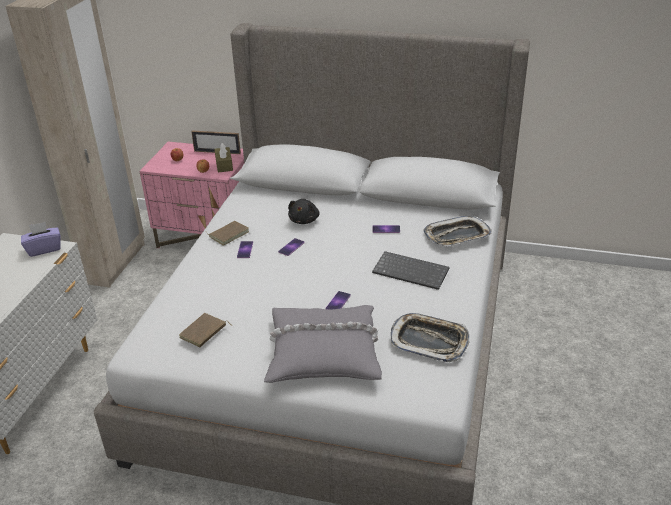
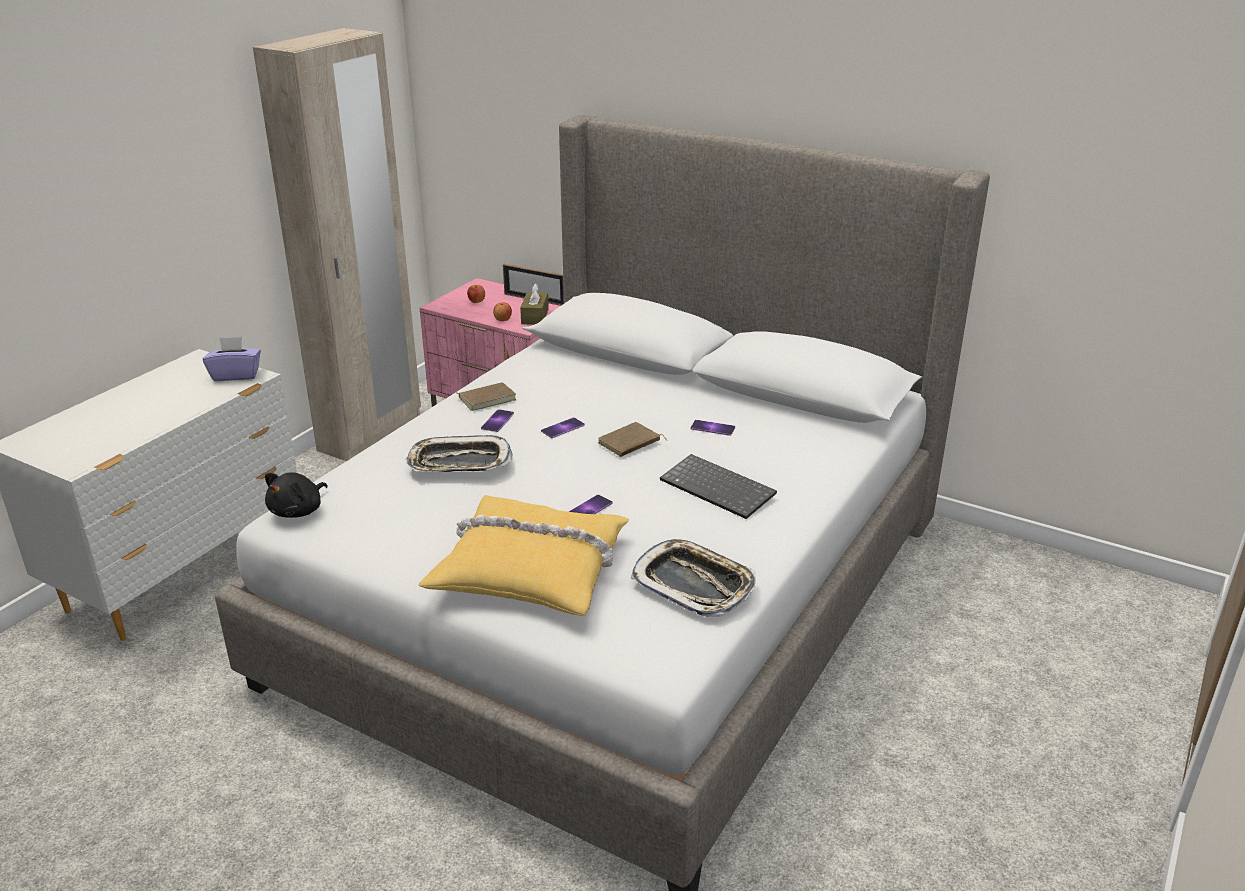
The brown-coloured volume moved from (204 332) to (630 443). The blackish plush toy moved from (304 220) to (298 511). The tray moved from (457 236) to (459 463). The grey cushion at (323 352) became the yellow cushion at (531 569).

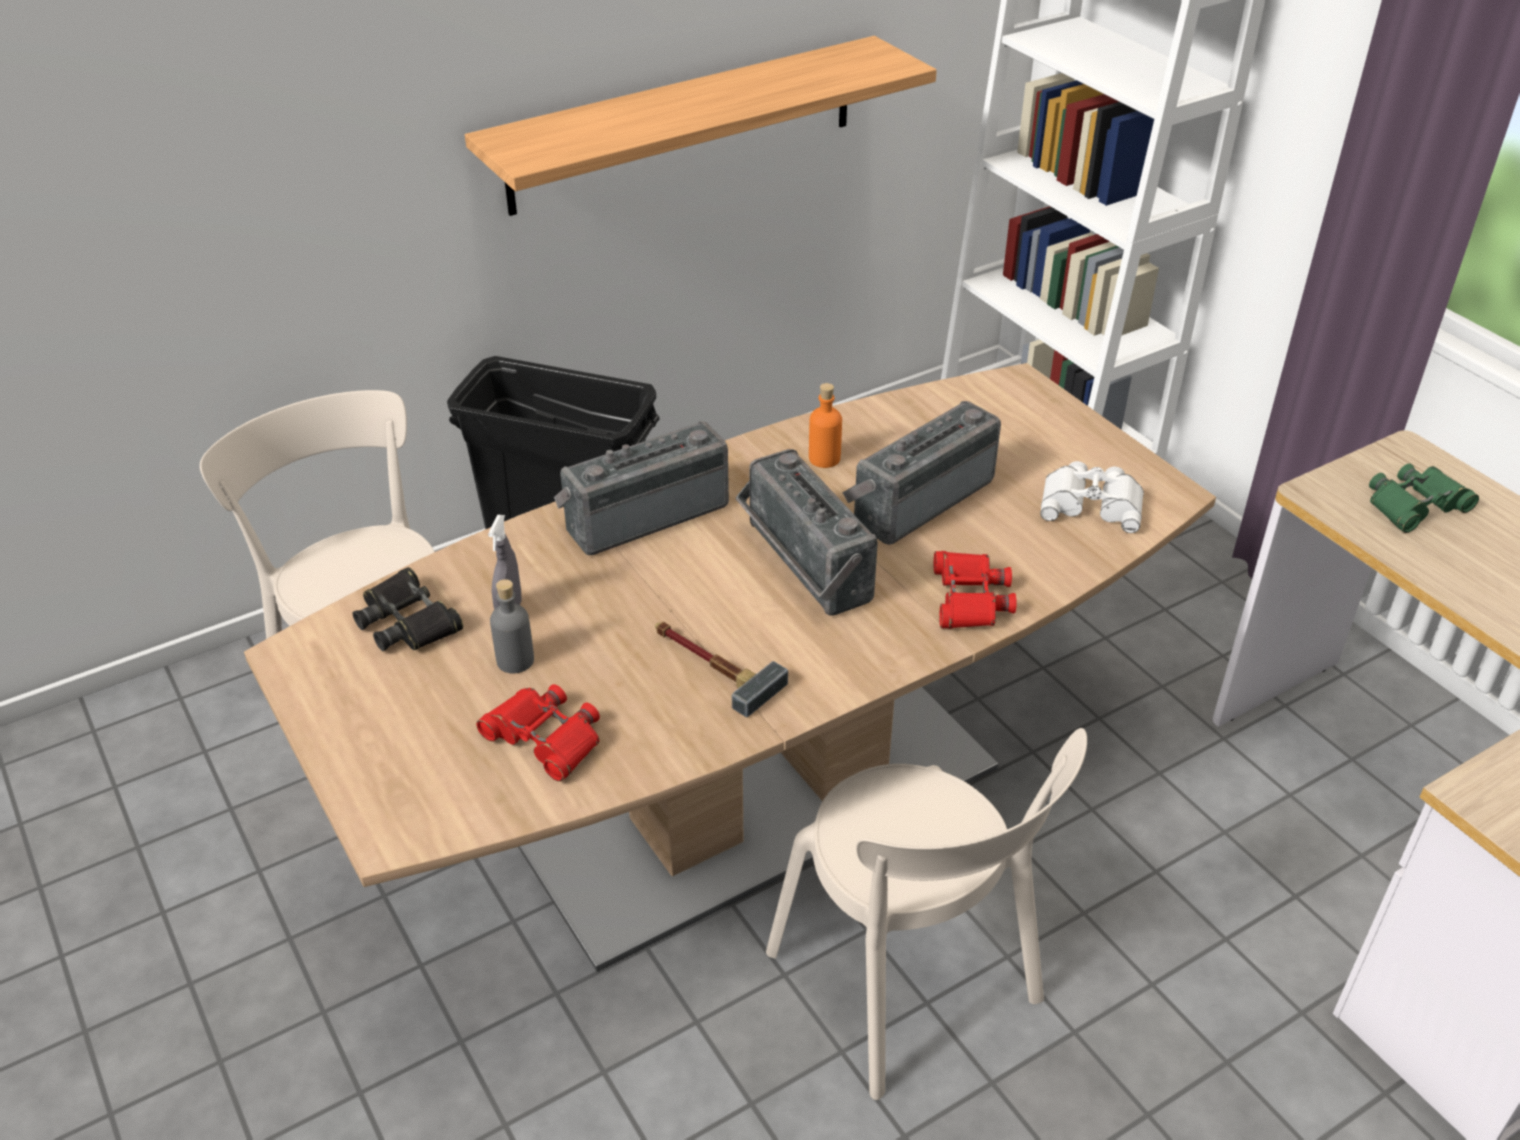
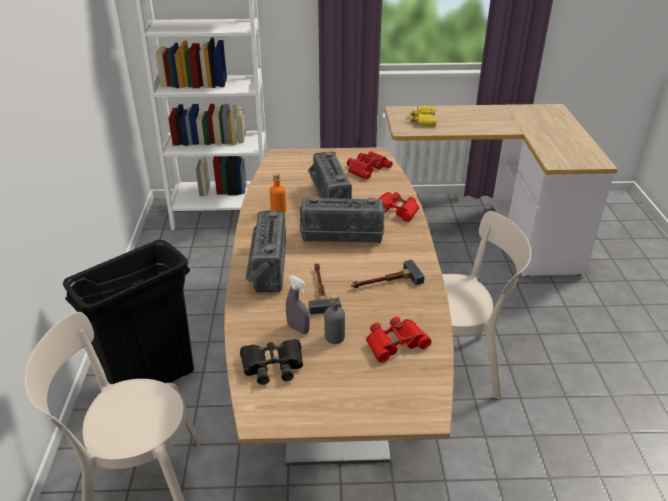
The wall shelf at (684 125) disappeared. The tool hammer at (320 289) appeared. The white-coloured field glasses at (1092 503) became the reddish field glasses at (366 168). The green-coloured field glasses at (1415 505) became the yellow field glasses at (423 120).

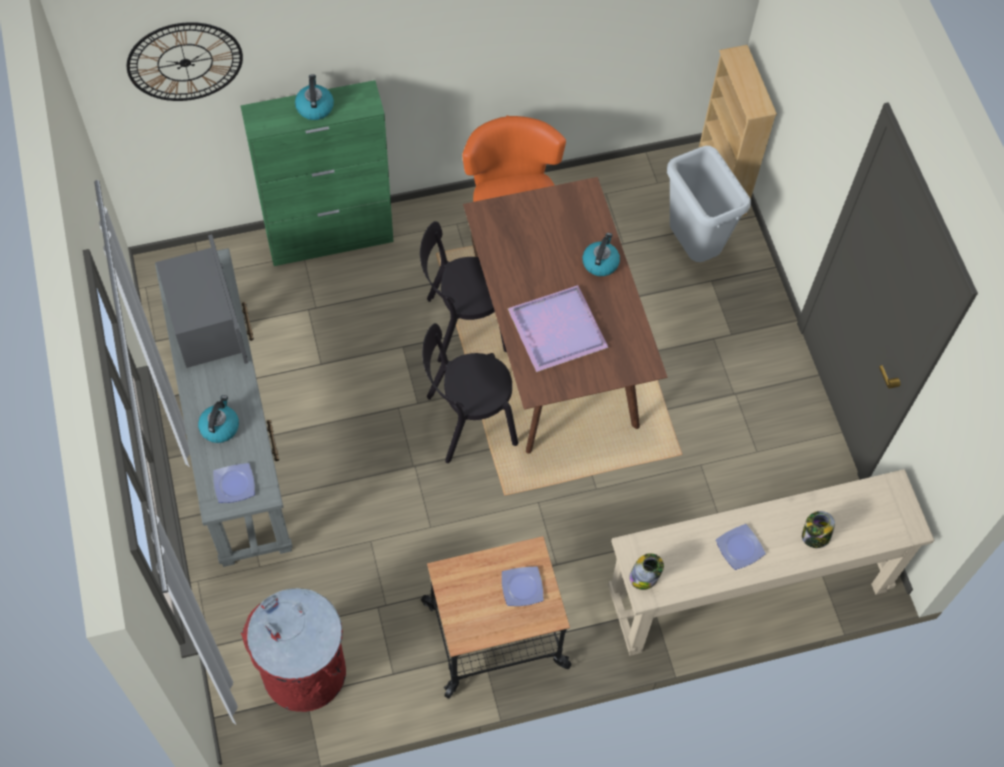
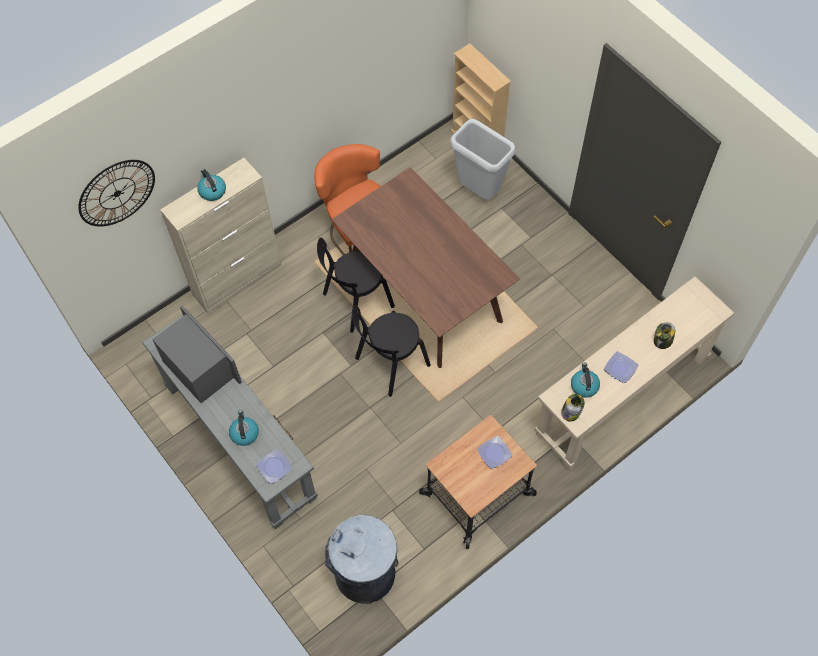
The purple tray at (555 329) disappeared. The tea kettle moved from (600 262) to (584 385). The green-coloured cabinet at (330 238) became the sand-coloured cabinet at (237 279). The reddish waste bin at (304 672) became the grey waste bin at (365 574).

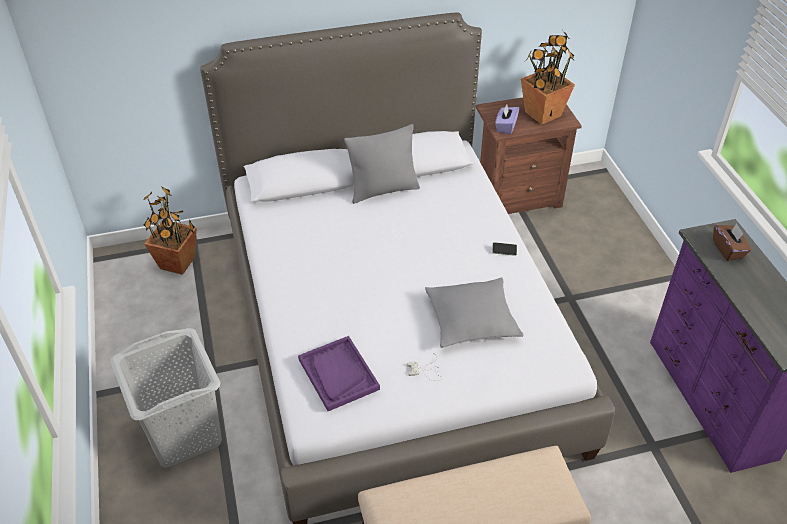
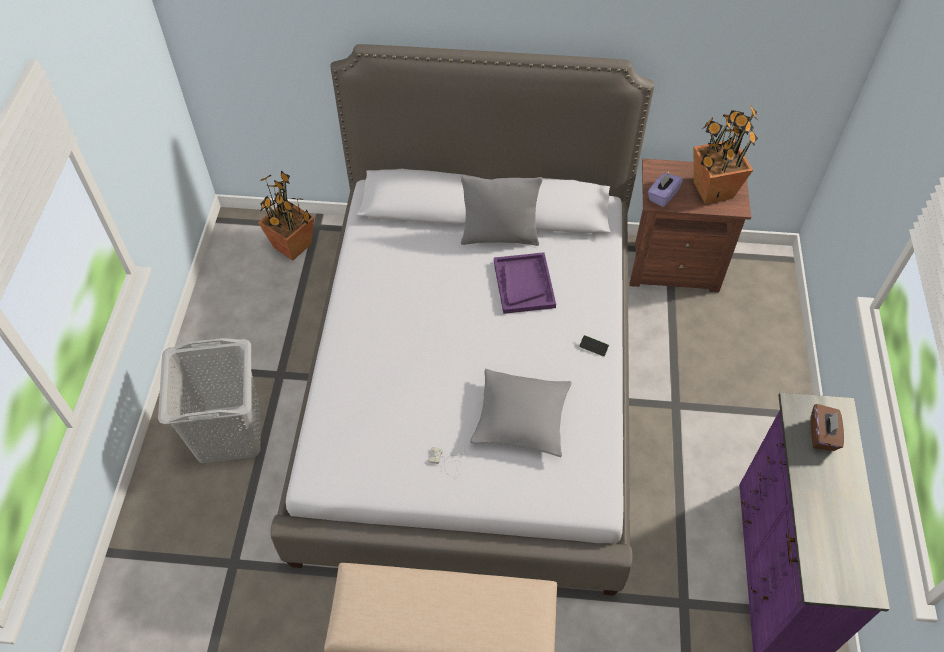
The purple tray moved from (338 374) to (523 284).

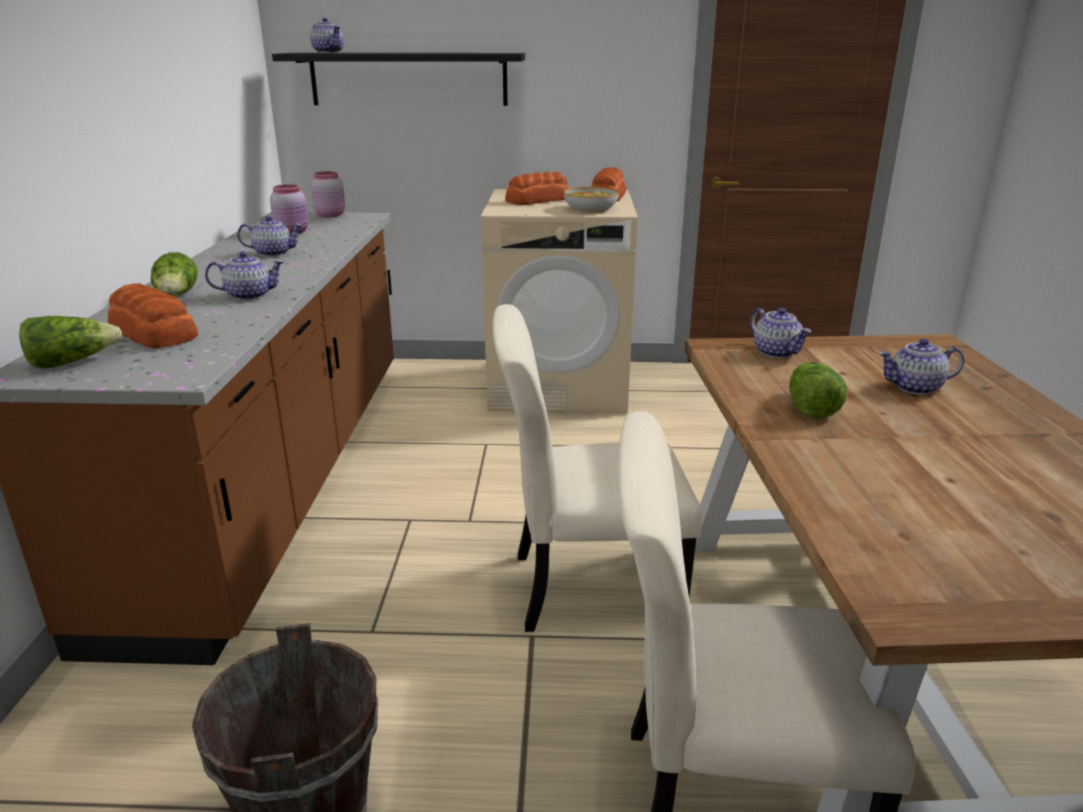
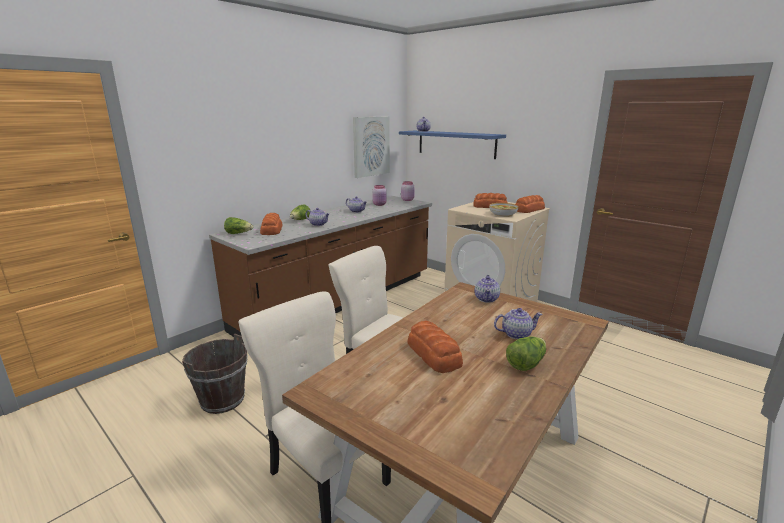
The picture at (371 146) appeared. The bakery bread at (434 354) appeared. The head of lettuce moved from (810 407) to (526 363). The blackish wall shelf at (409 79) became the bluish wall shelf at (456 144). The tea pot at (915 388) turned 135 degrees clockwise.

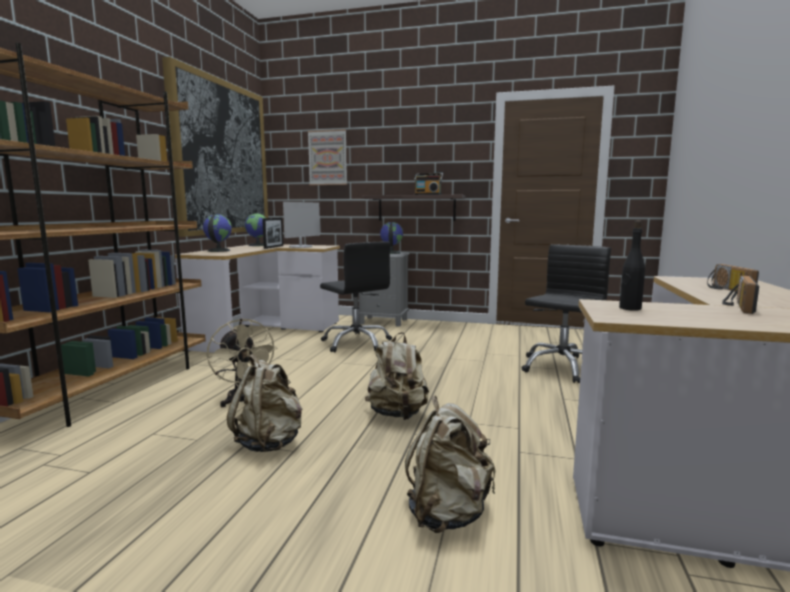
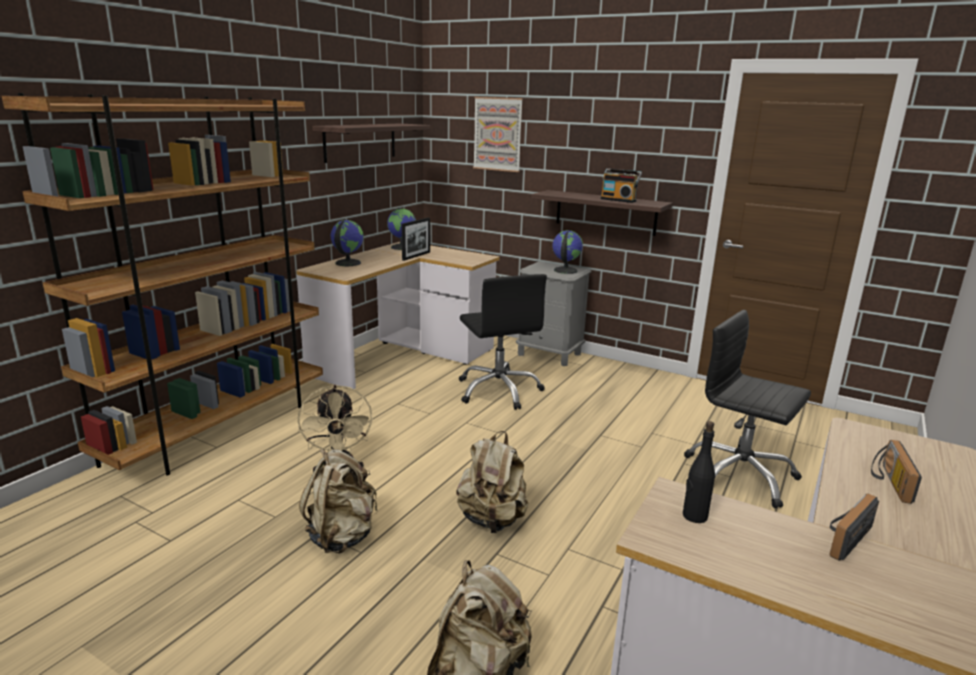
The computer screen at (301 246) disappeared. The picture at (221 158) was replaced by the wall shelf at (360 142). The blackish computer chair at (561 367) turned 105 degrees counterclockwise.

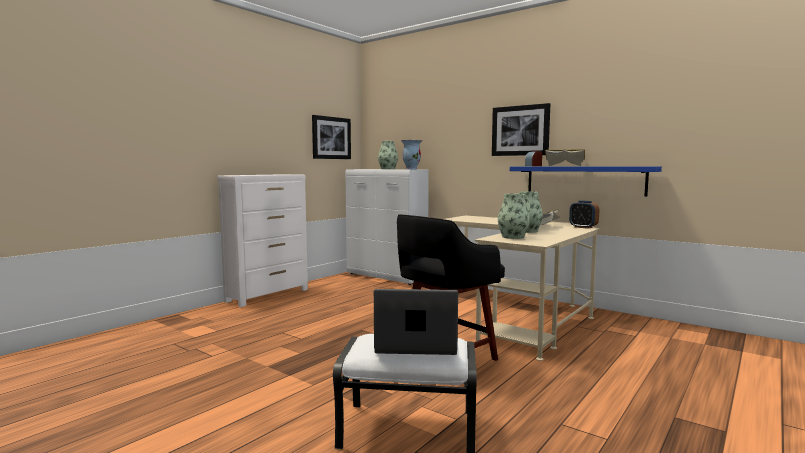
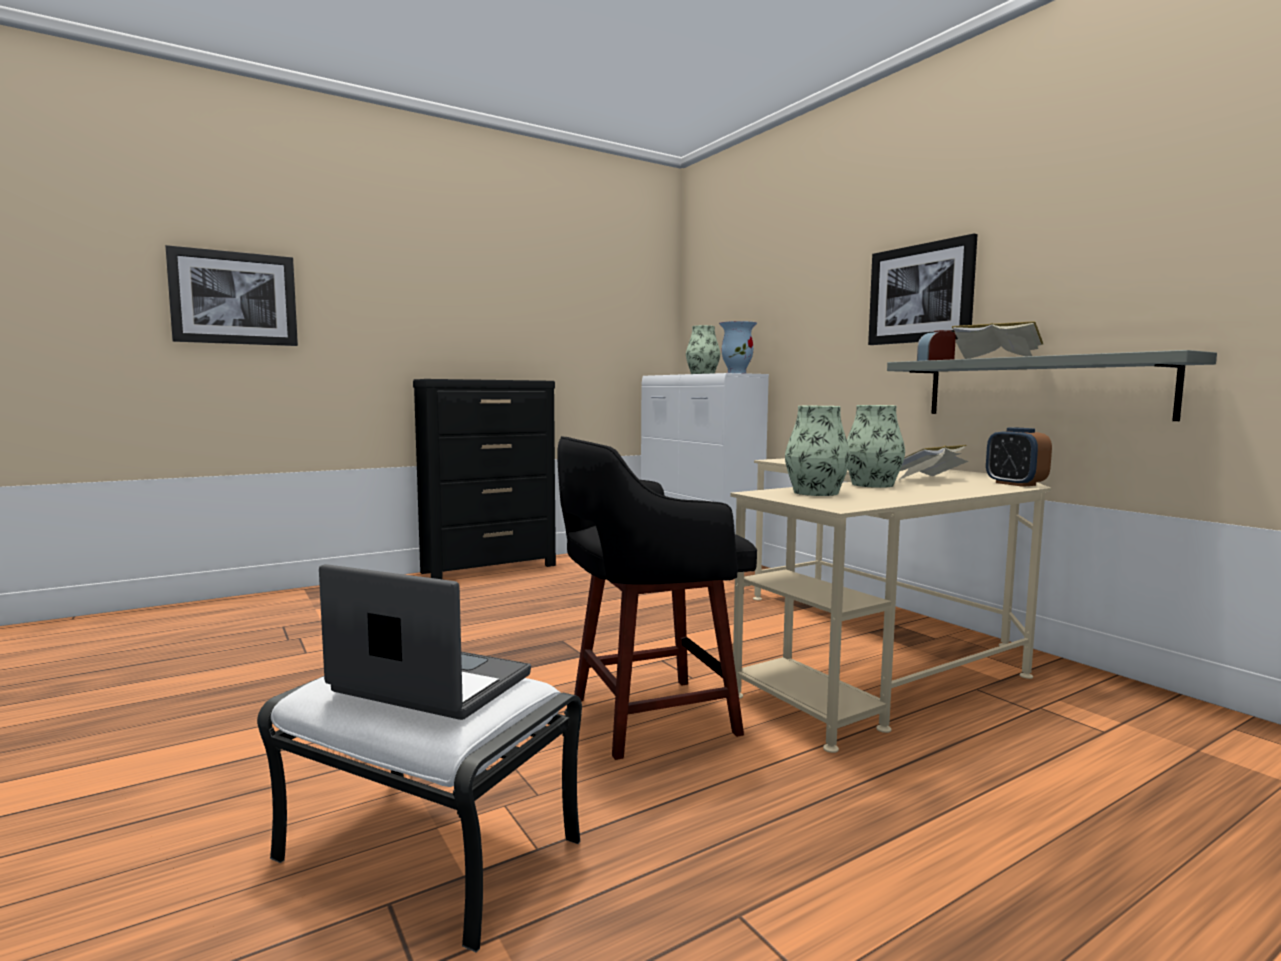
The picture moved from (331 138) to (234 298). The white-coloured dresser at (268 295) became the blackish dresser at (490 569). The bluish wall shelf at (584 180) became the grey wall shelf at (1040 388).

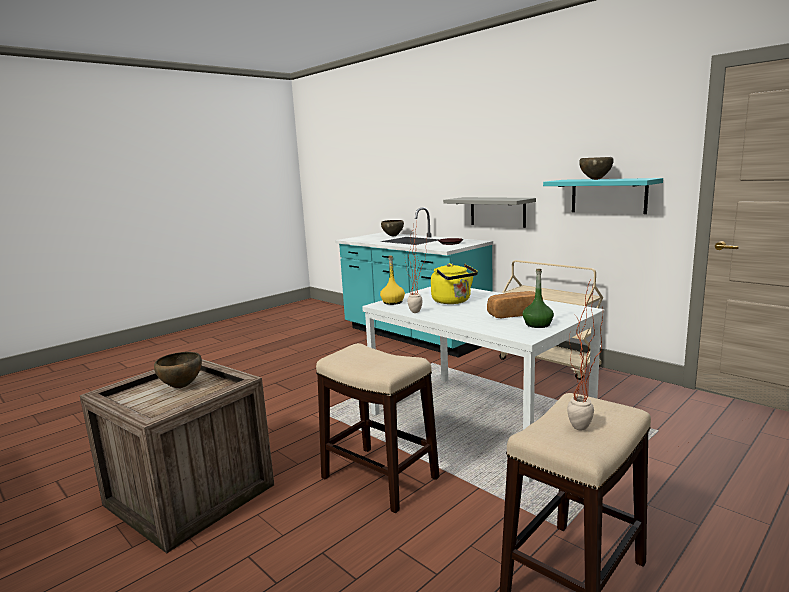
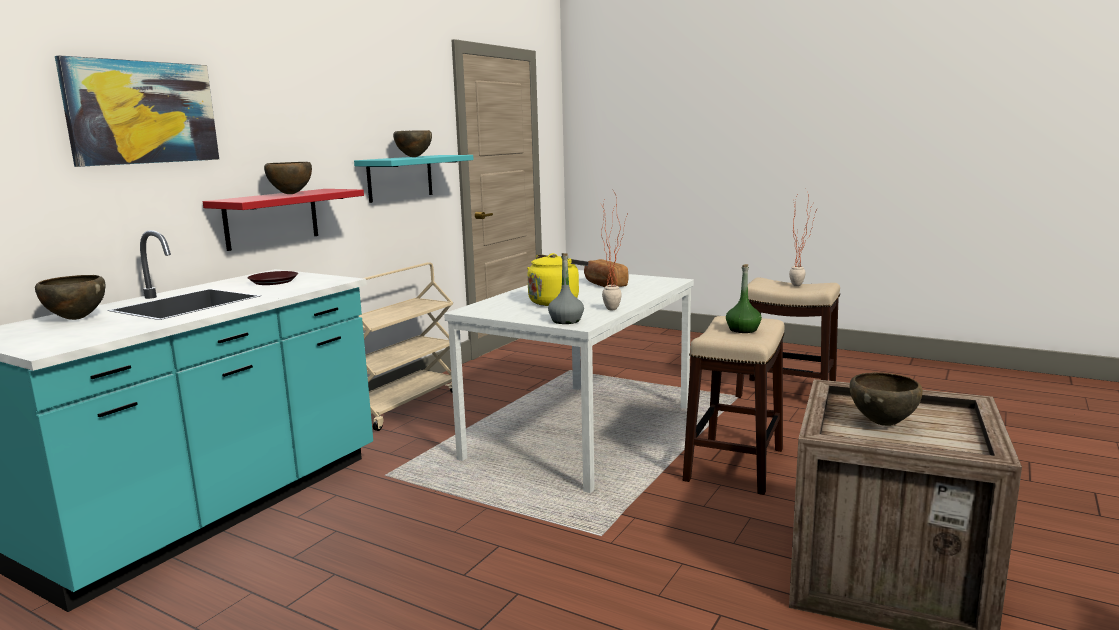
The picture at (142 112) appeared. The brown-coloured bowl at (291 194) appeared. The green-coloured beverage bottle moved from (537 324) to (742 330). The yellow beverage bottle at (393 302) became the grey beverage bottle at (566 321). The grey wall shelf at (497 211) became the reddish wall shelf at (271 218).

